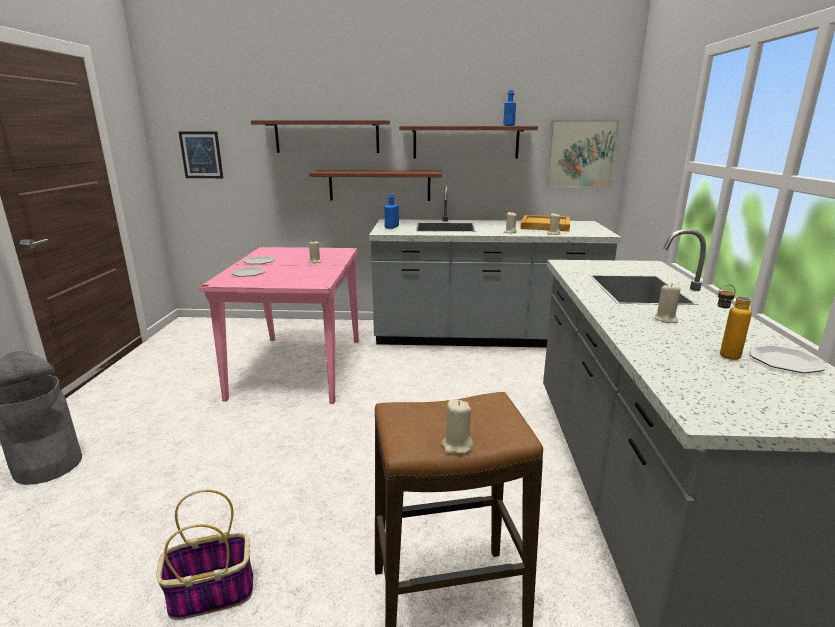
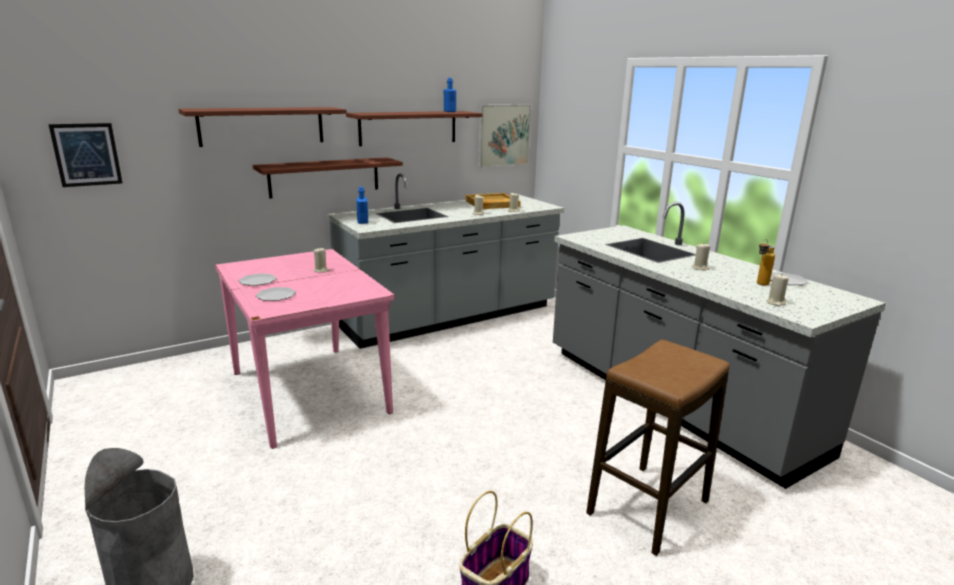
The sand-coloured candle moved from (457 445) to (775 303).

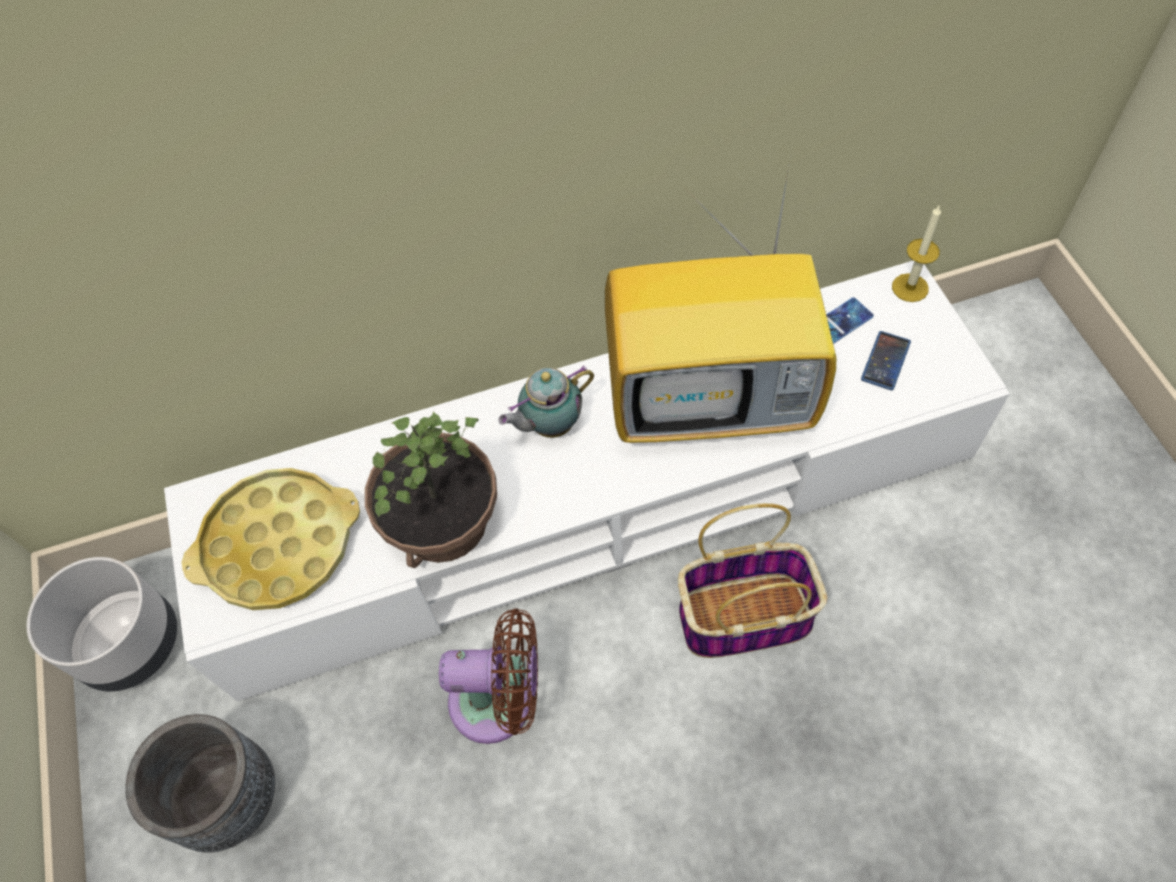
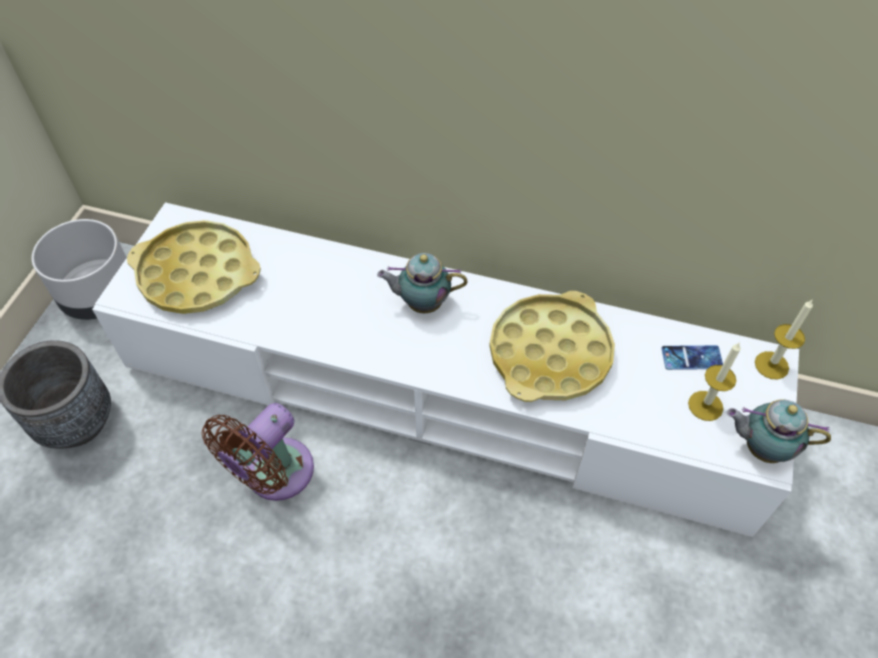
The potted plant at (442 521) disappeared. The storage basket at (746 615) disappeared. The tea pot at (761 447) appeared. The television at (713 398) was replaced by the yellow tray at (550 353). The phone at (885 361) was replaced by the candle at (705 405). The brown-coloured electric fan at (500 701) turned 90 degrees clockwise.

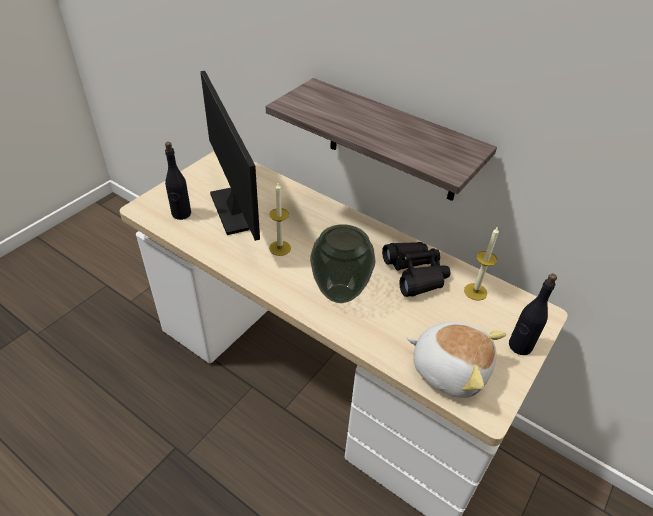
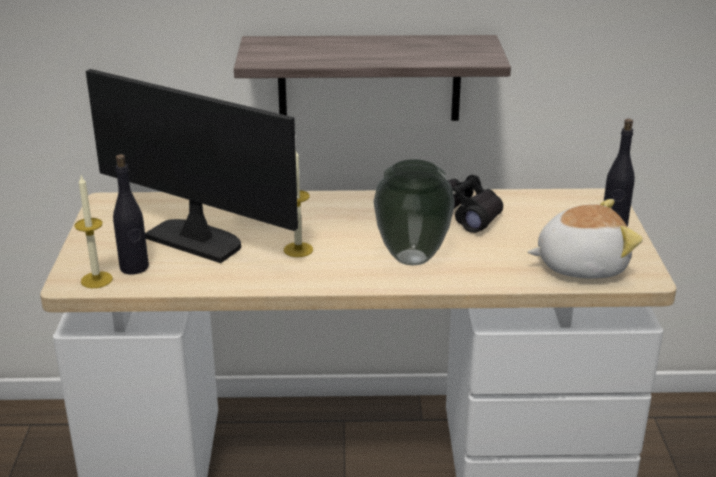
The candle moved from (475 291) to (96 280).

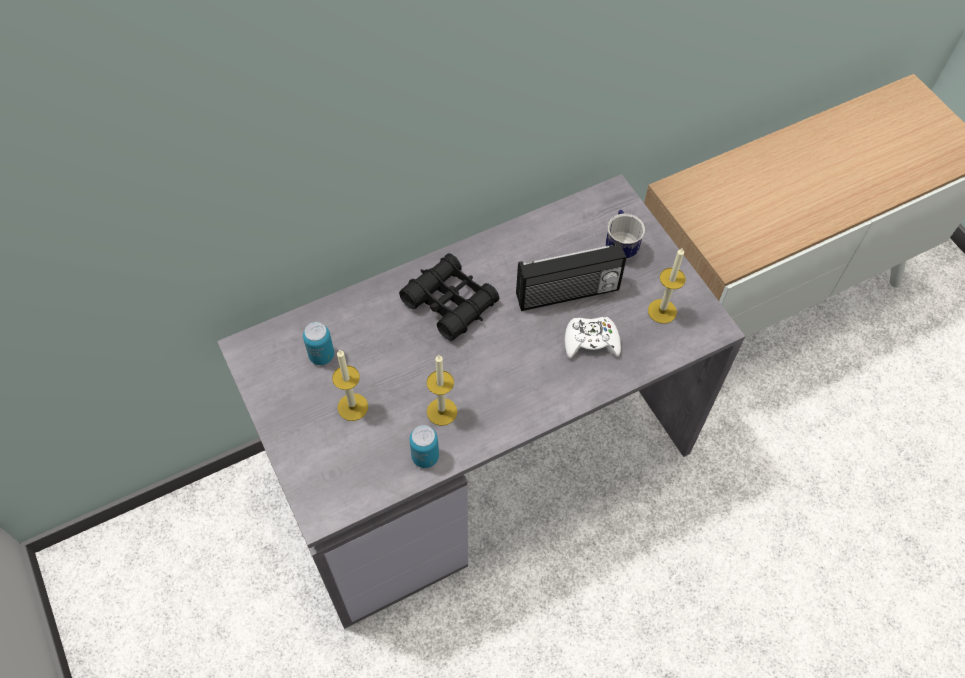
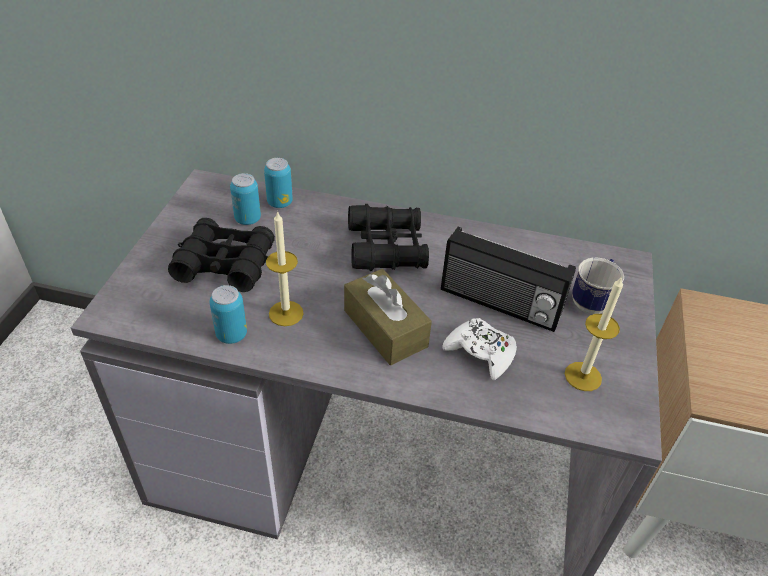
The metal can at (280 202) appeared. The brown-coloured box of tissues at (385 328) appeared. The candle at (352 407) was replaced by the blackish field glasses at (225 264).

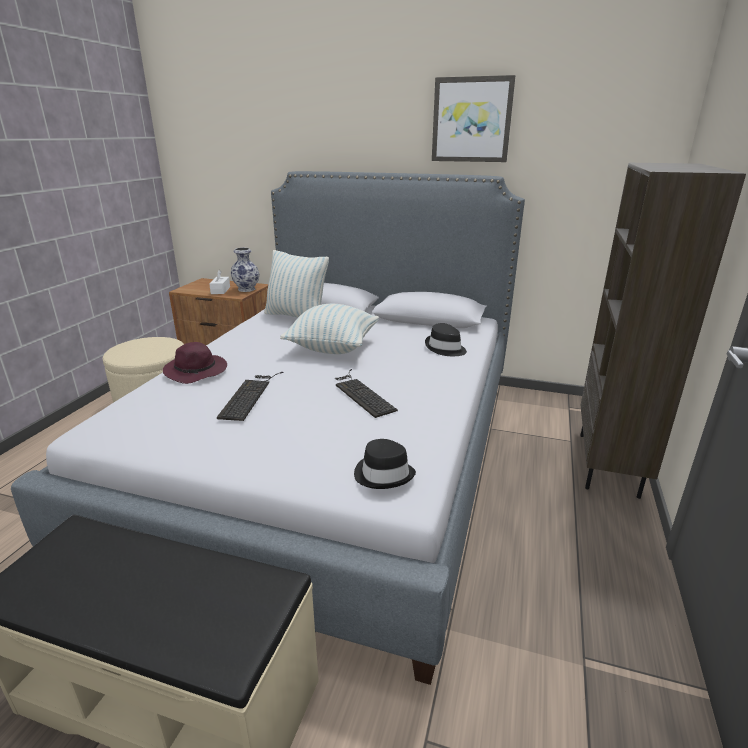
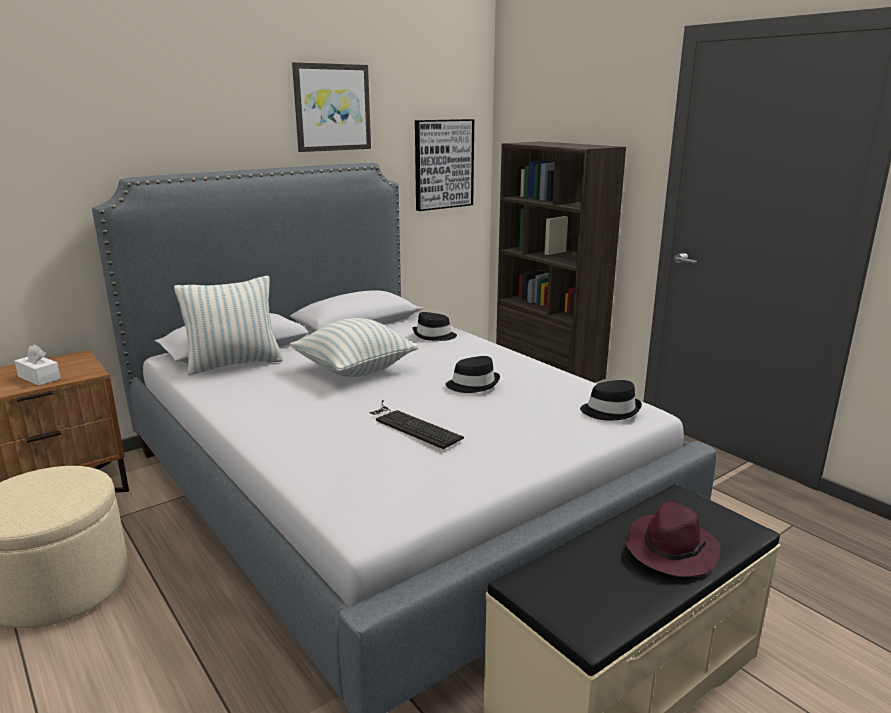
The vase at (247 289) disappeared. The picture at (443 164) appeared. The purple hat moved from (197 371) to (670 550). The PC keyboard at (361 393) was replaced by the blackish hat at (473 384).

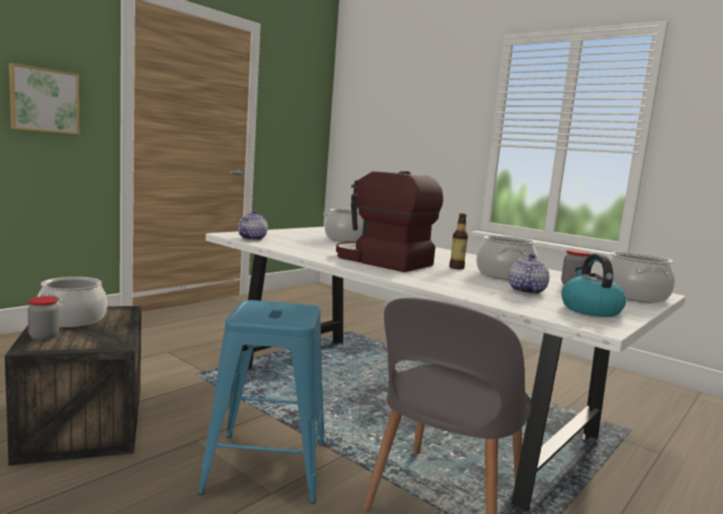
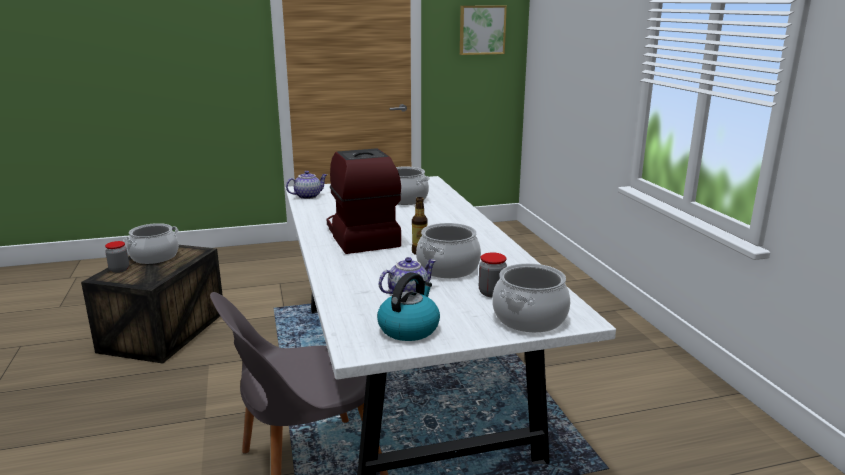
The bluish stool seat at (267 467) disappeared. The picture moved from (44 100) to (481 30).

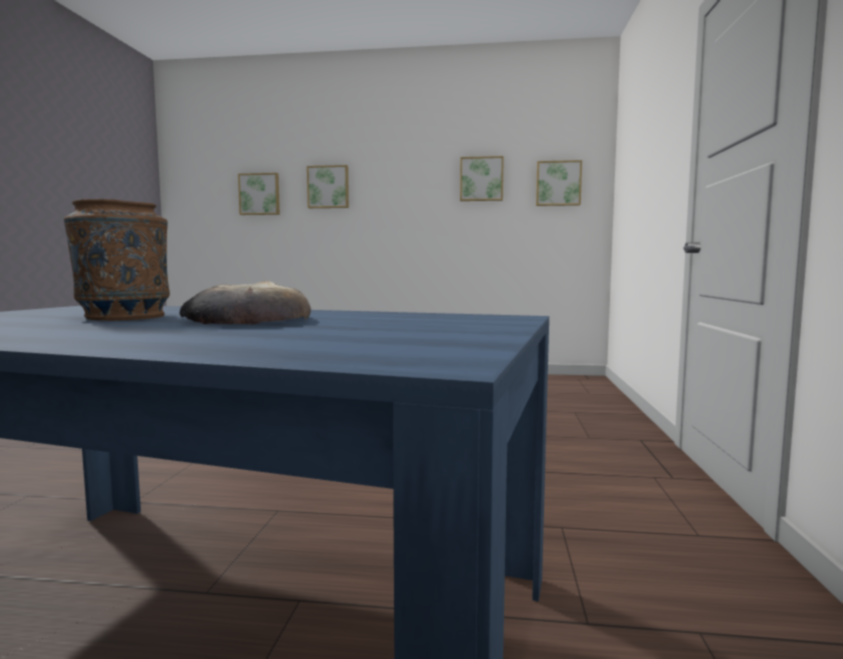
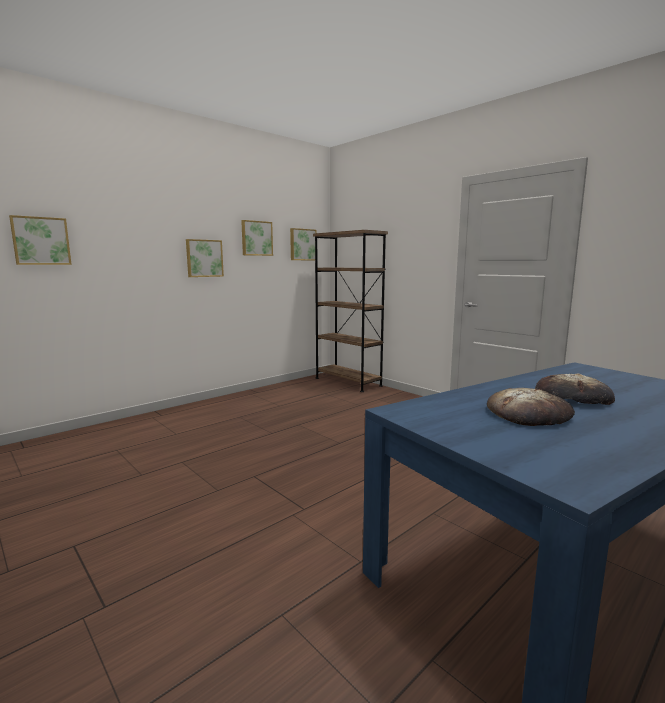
The brown-coloured bookshelf at (348 382) appeared. The picture moved from (328 187) to (204 258). The brown-coloured vase at (123 317) was replaced by the bakery bread at (528 413).

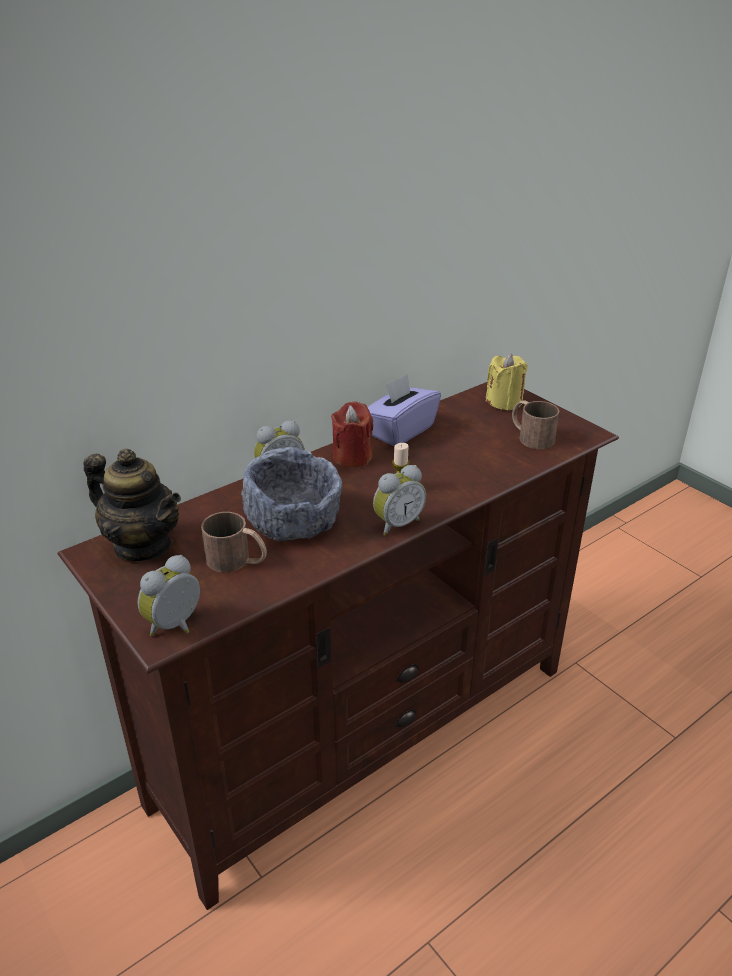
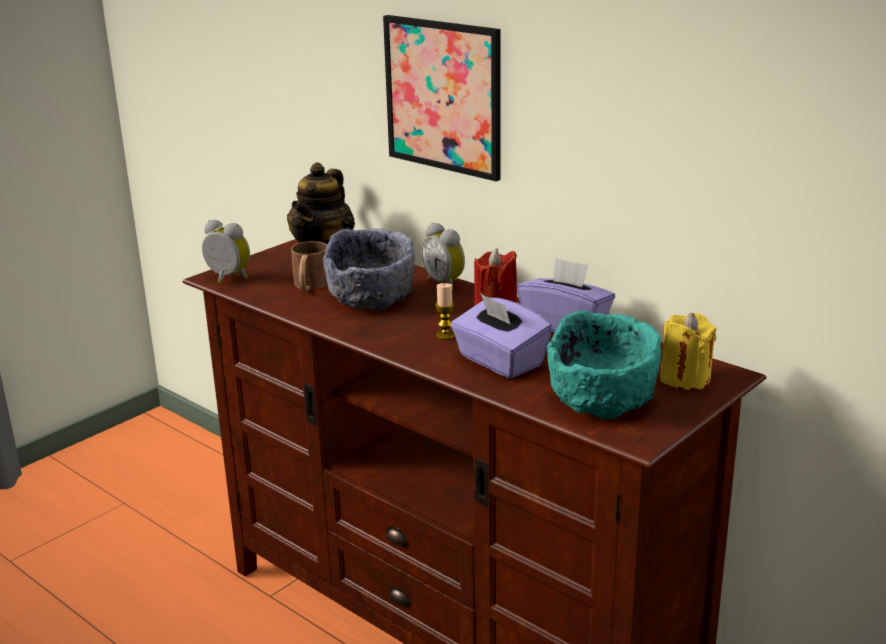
The bedside clock at (397 524) disappeared. The picture at (443 96) appeared. The purple box of tissues at (499 361) appeared. The brown-coloured mug at (530 436) was replaced by the blue-green bowl at (602 399).

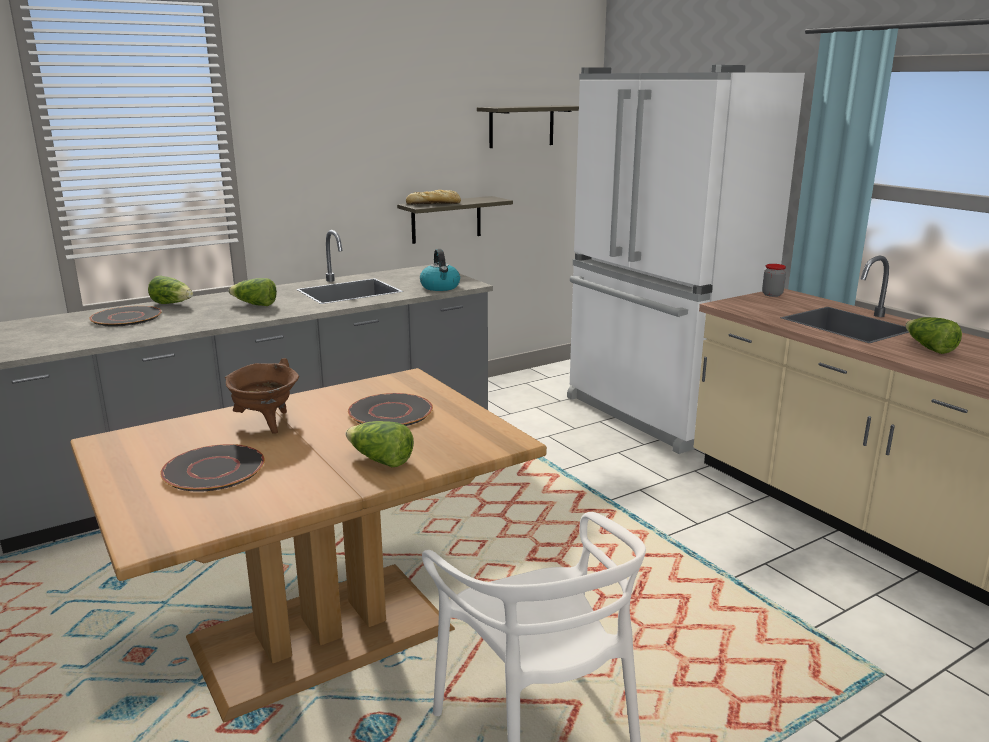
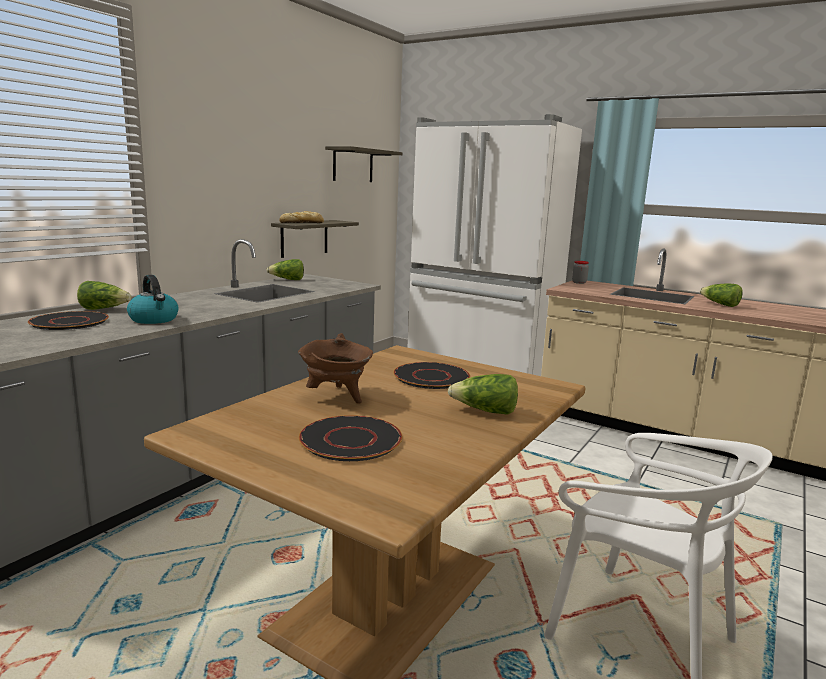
The head of lettuce moved from (255 305) to (287 280). The tea kettle moved from (440 287) to (154 319).

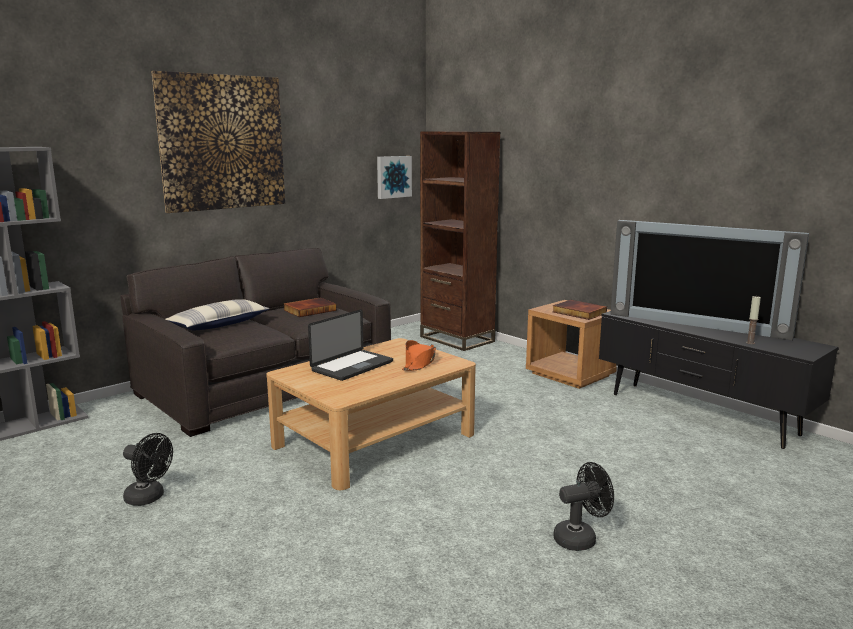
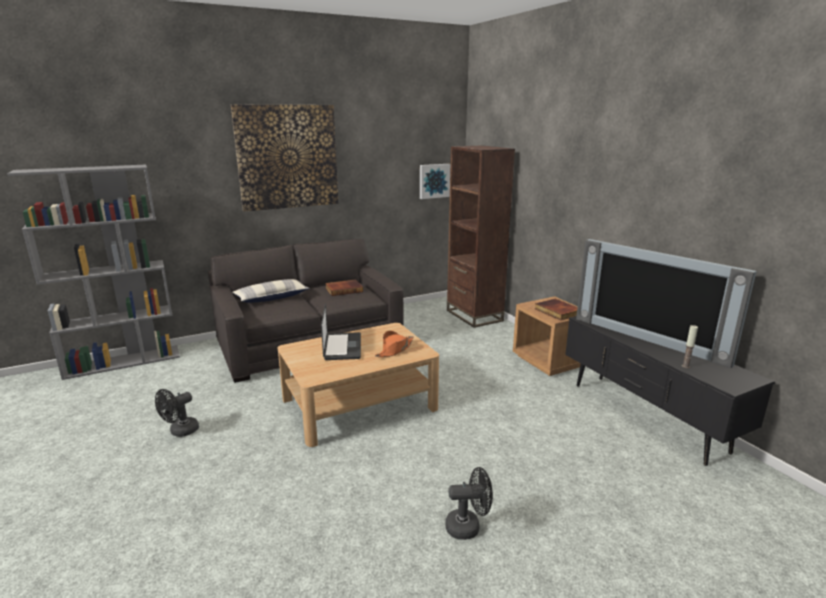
The blackish electric fan at (149 498) turned 90 degrees clockwise. The notebook computer at (352 366) turned 60 degrees counterclockwise.

